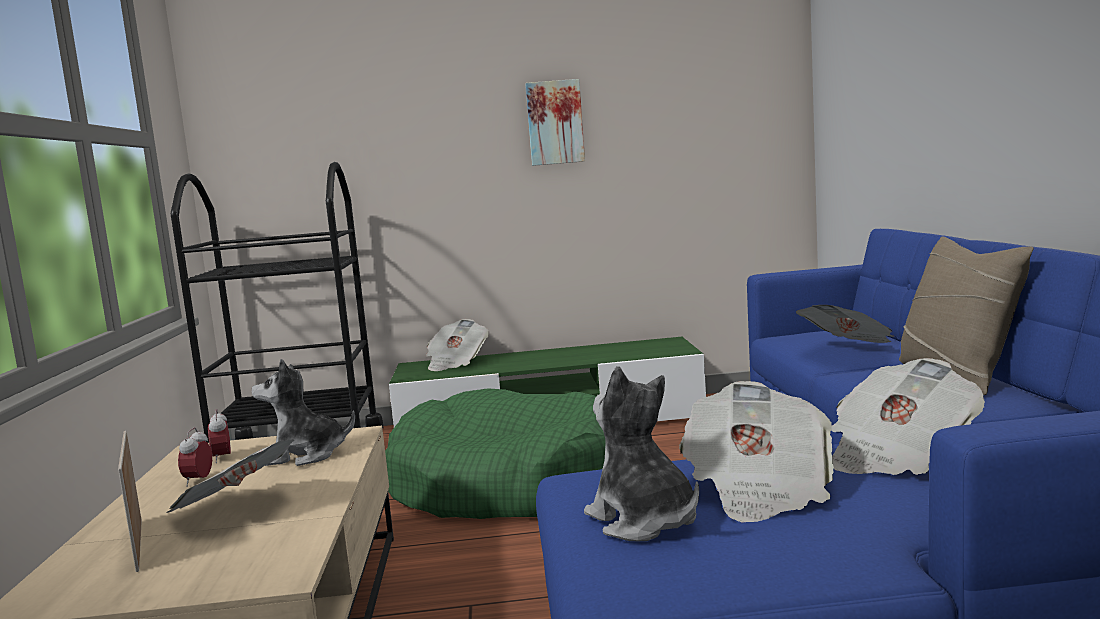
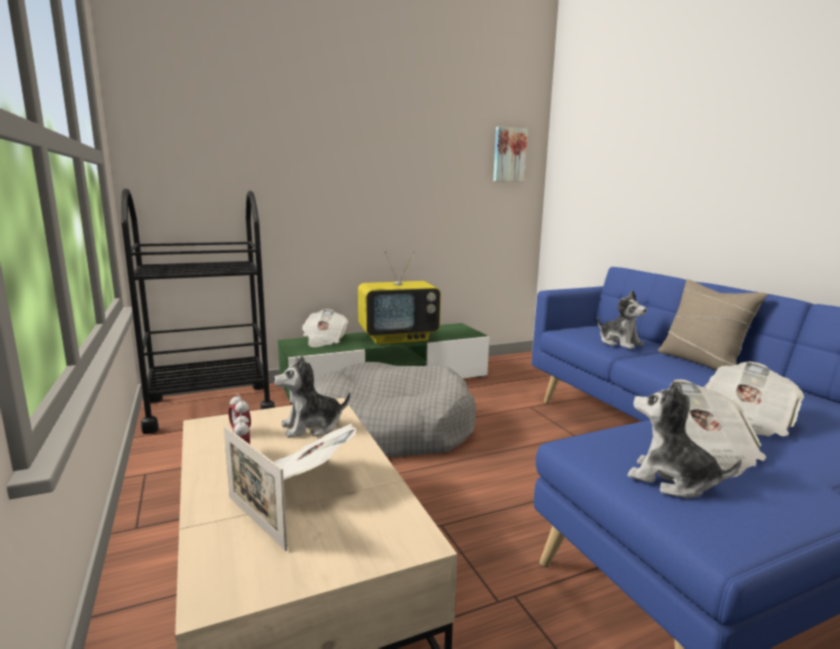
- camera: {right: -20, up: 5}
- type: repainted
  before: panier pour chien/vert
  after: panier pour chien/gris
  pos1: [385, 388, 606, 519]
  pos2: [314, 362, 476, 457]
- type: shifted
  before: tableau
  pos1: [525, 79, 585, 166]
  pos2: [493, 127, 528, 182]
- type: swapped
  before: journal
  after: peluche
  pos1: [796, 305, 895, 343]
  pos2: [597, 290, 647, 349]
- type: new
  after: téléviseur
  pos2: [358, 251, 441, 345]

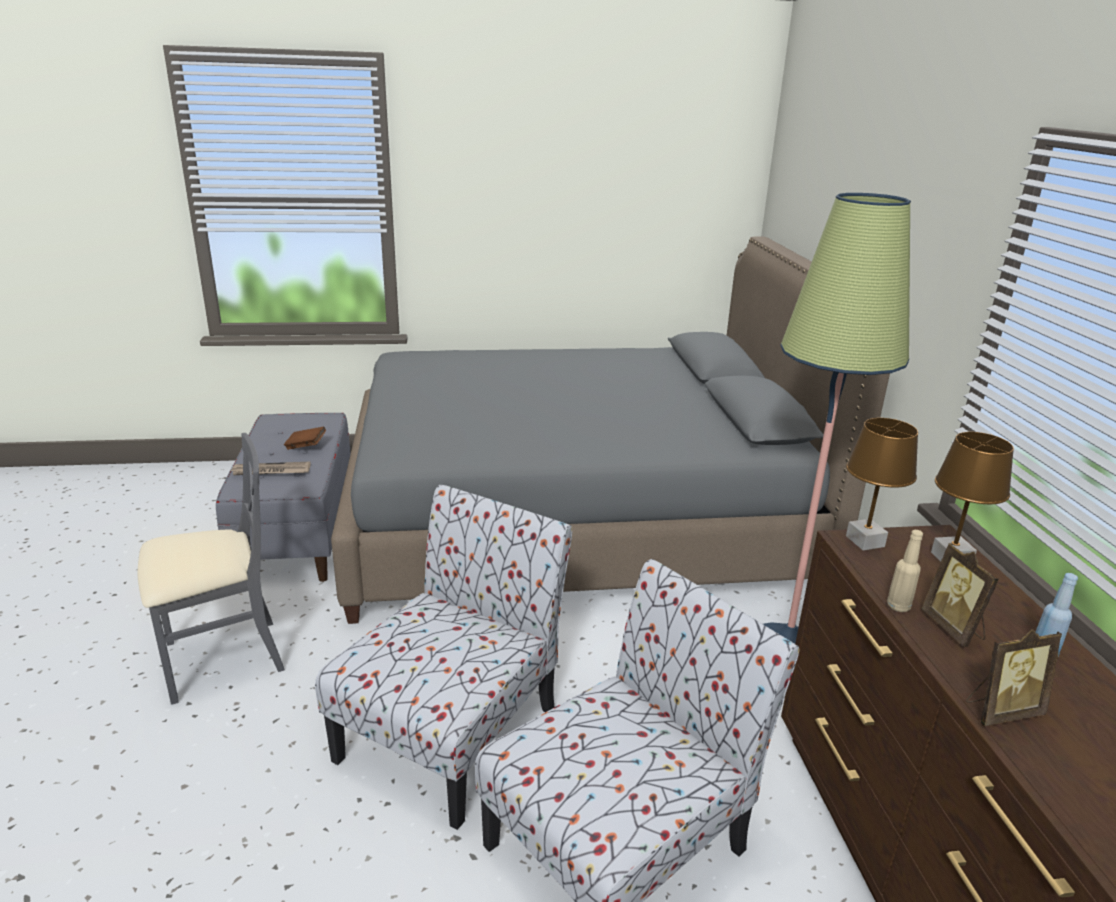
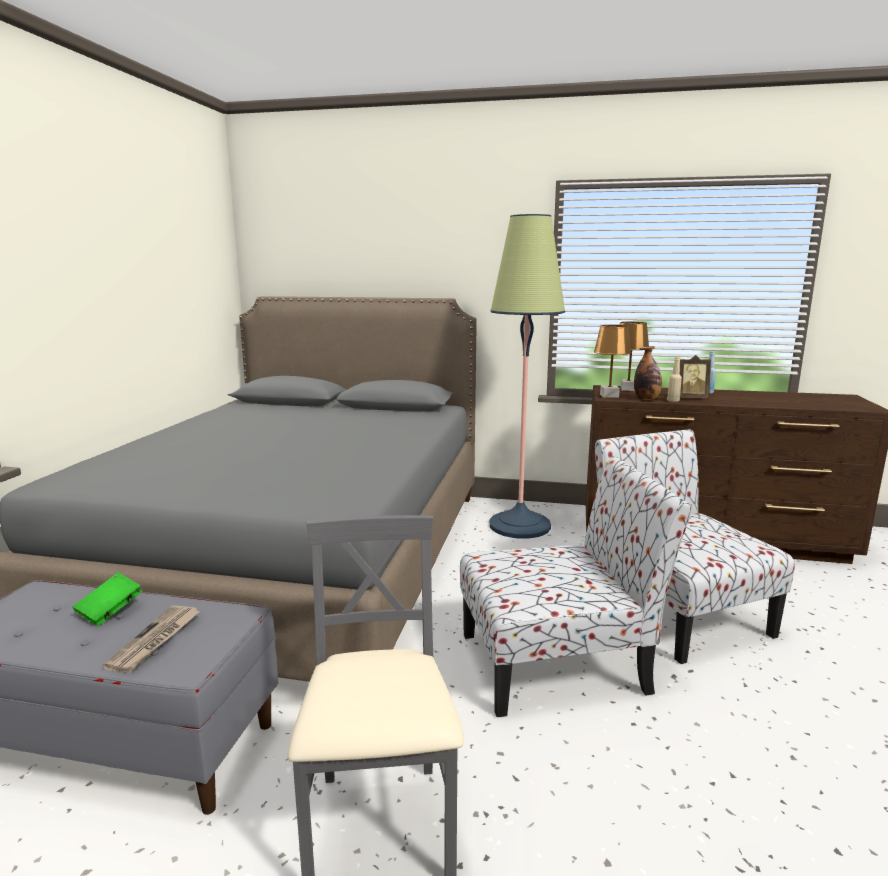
- camera: {right: -70, up: -10}
- type: repainted
  before: livre/marron
  after: livre/vert
  pos1: [284, 426, 326, 450]
  pos2: [73, 573, 142, 626]
- type: rotated
  before: chaise
  pos1: [315, 484, 572, 830]
  pos2: [460, 457, 692, 717]
  turn: 120
- type: gone
  before: cadre photo
  pos1: [966, 629, 1062, 726]
- type: new
  after: bouteille
  pos2: [634, 346, 662, 400]

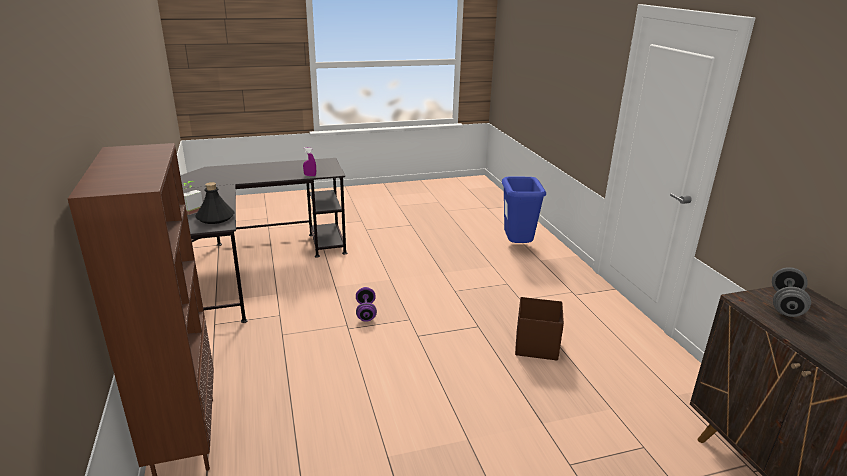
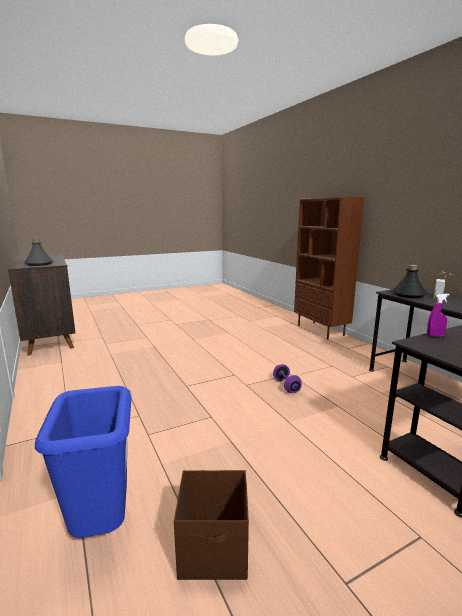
- camera: {right: 170, up: -10}
- type: shifted
  before: boîte de rangement/marron
  pos1: [515, 297, 564, 360]
  pos2: [174, 470, 249, 580]
- type: swapped
  before: haltère/gris
  after: bouteille/gris
  pos1: [772, 267, 811, 317]
  pos2: [24, 239, 53, 266]

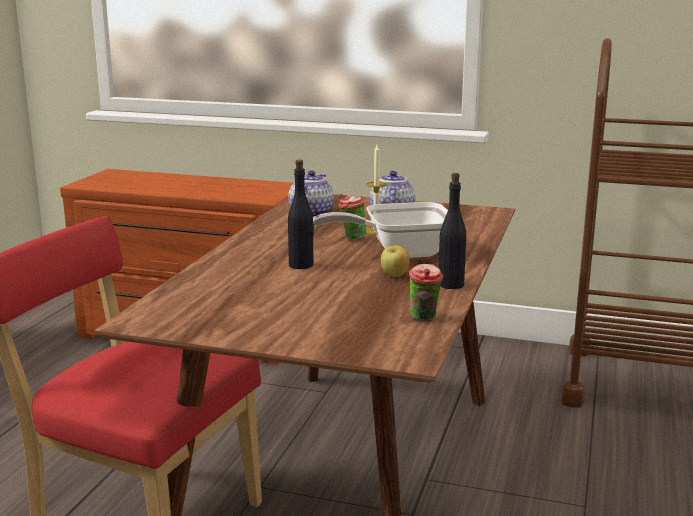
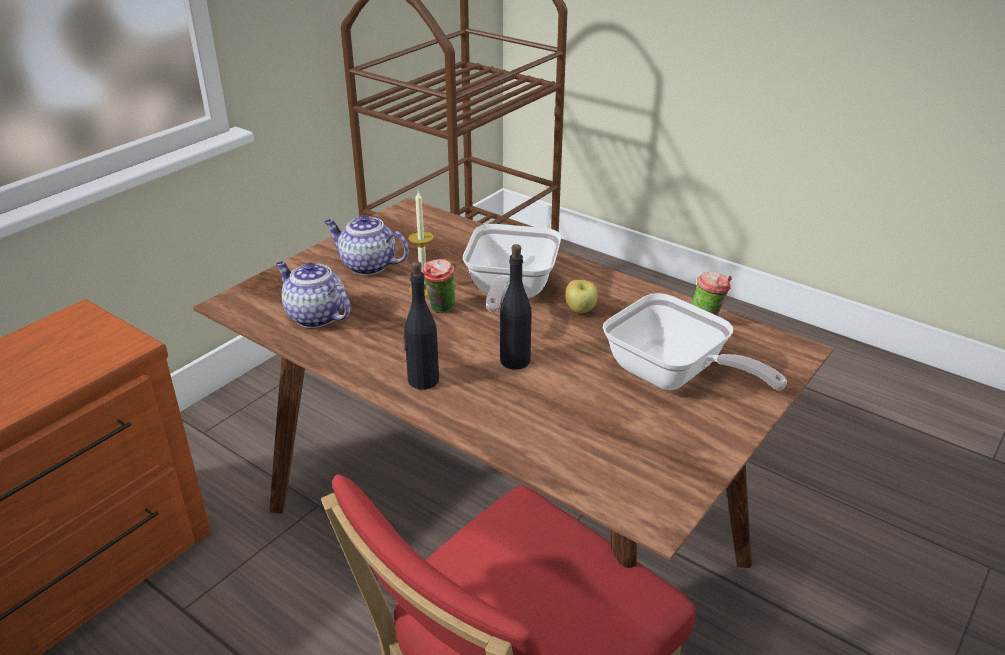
- camera: {right: -70, up: 15}
- type: shifted
  before: bouteille/noir
  pos1: [438, 173, 466, 289]
  pos2: [403, 262, 439, 390]
- type: new
  after: poêle
  pos2: [603, 293, 787, 391]

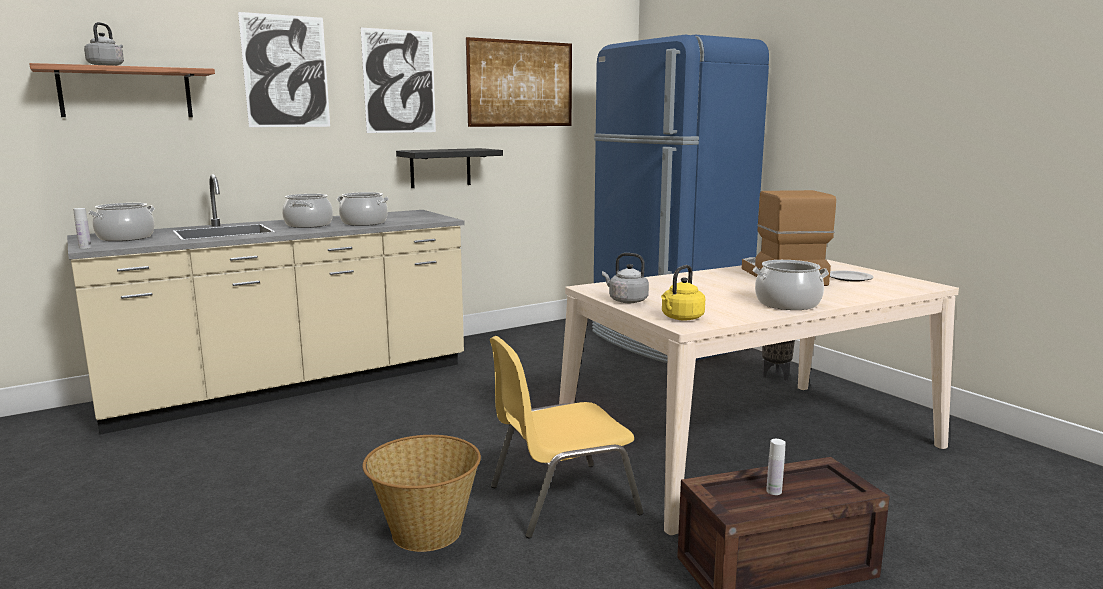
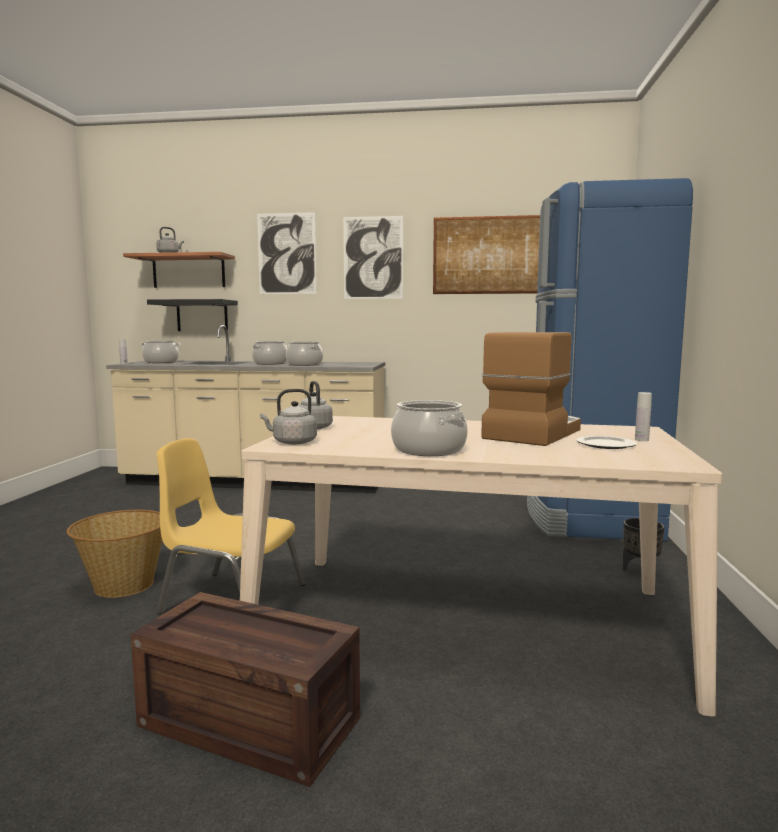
- camera: {right: 40, up: -5}
- type: shifted
  before: étagère/noir
  pos1: [396, 148, 503, 188]
  pos2: [147, 299, 238, 331]
- type: repainted
  before: bouilloire/jaune
  after: bouilloire/gris
  pos1: [661, 265, 705, 321]
  pos2: [260, 389, 317, 445]
- type: shifted
  before: bouteille/blanc
  pos1: [766, 439, 786, 495]
  pos2: [635, 392, 652, 441]

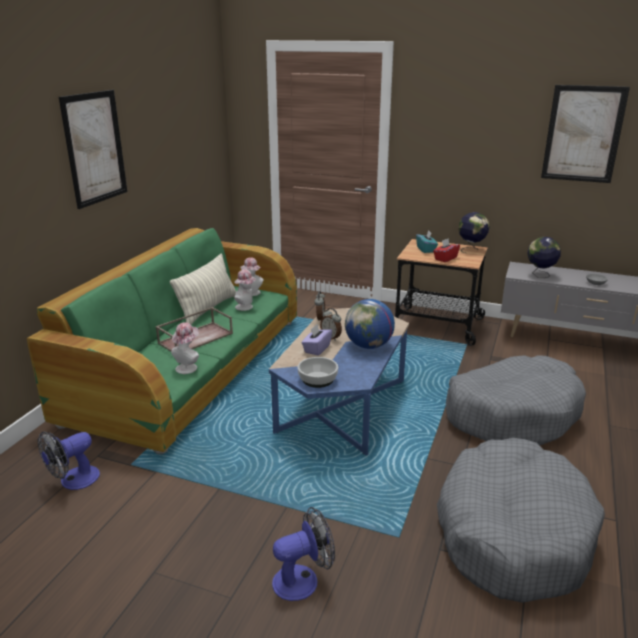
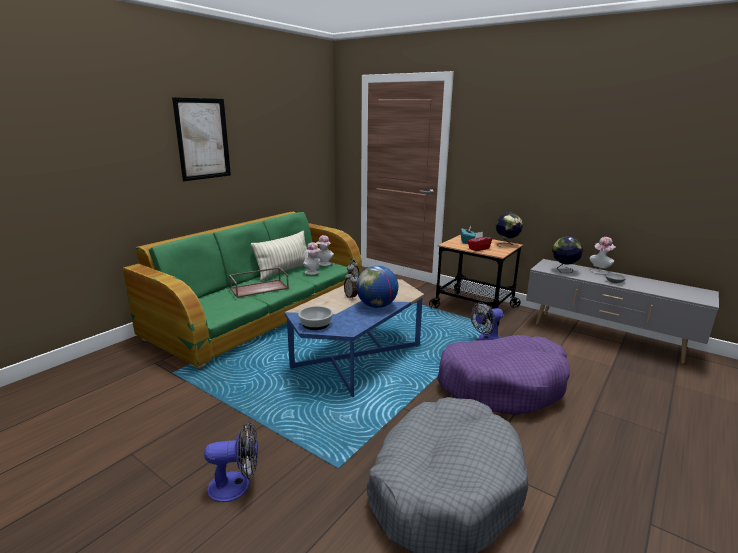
- camera: {right: 15, up: -5}
- type: shifted
  before: ventilateur
  pos1: [38, 432, 100, 490]
  pos2: [470, 302, 503, 340]
- type: shifted
  before: chapeau
  pos1: [171, 322, 199, 374]
  pos2: [590, 237, 615, 275]
- type: gone
  before: boîte à mouchoirs/violet
  pos1: [302, 324, 332, 356]
- type: repainted
  before: panier pour chien/gris
  after: panier pour chien/violet
  pos1: [446, 355, 586, 445]
  pos2: [437, 335, 570, 415]
- type: gone
  before: tableau
  pos1: [541, 85, 630, 183]

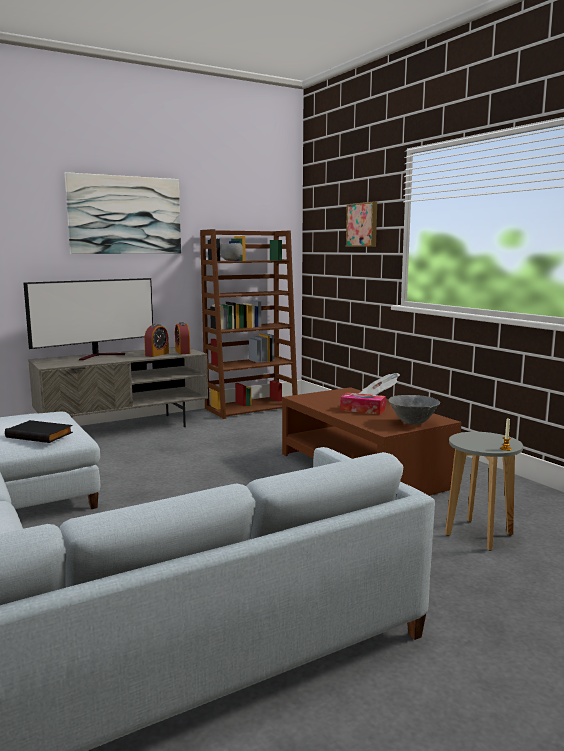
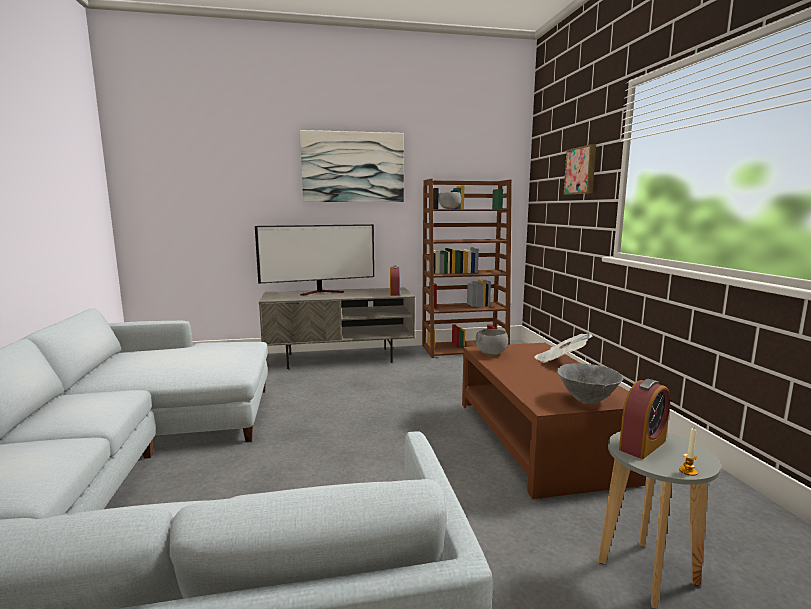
- camera: {right: 20, up: 0}
- type: gone
  before: livre/noir
  pos1: [5, 420, 73, 443]
- type: shifted
  before: réveil
  pos1: [144, 324, 169, 357]
  pos2: [619, 379, 670, 459]
- type: gone
  before: boîte à mouchoirs
  pos1: [340, 393, 386, 415]
- type: new
  after: bol/gris
  pos2: [476, 329, 508, 355]

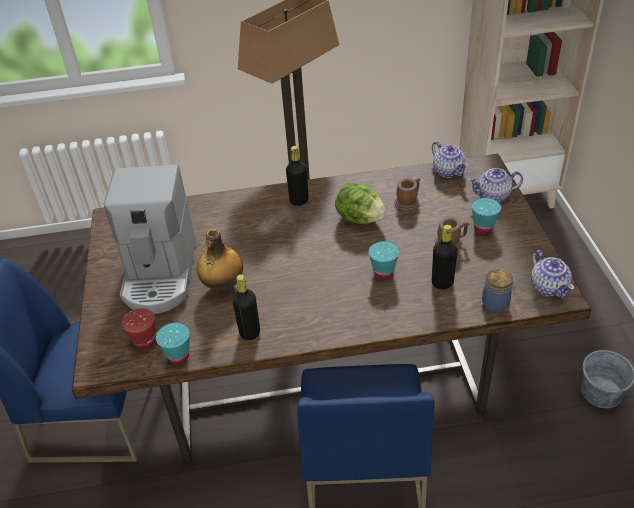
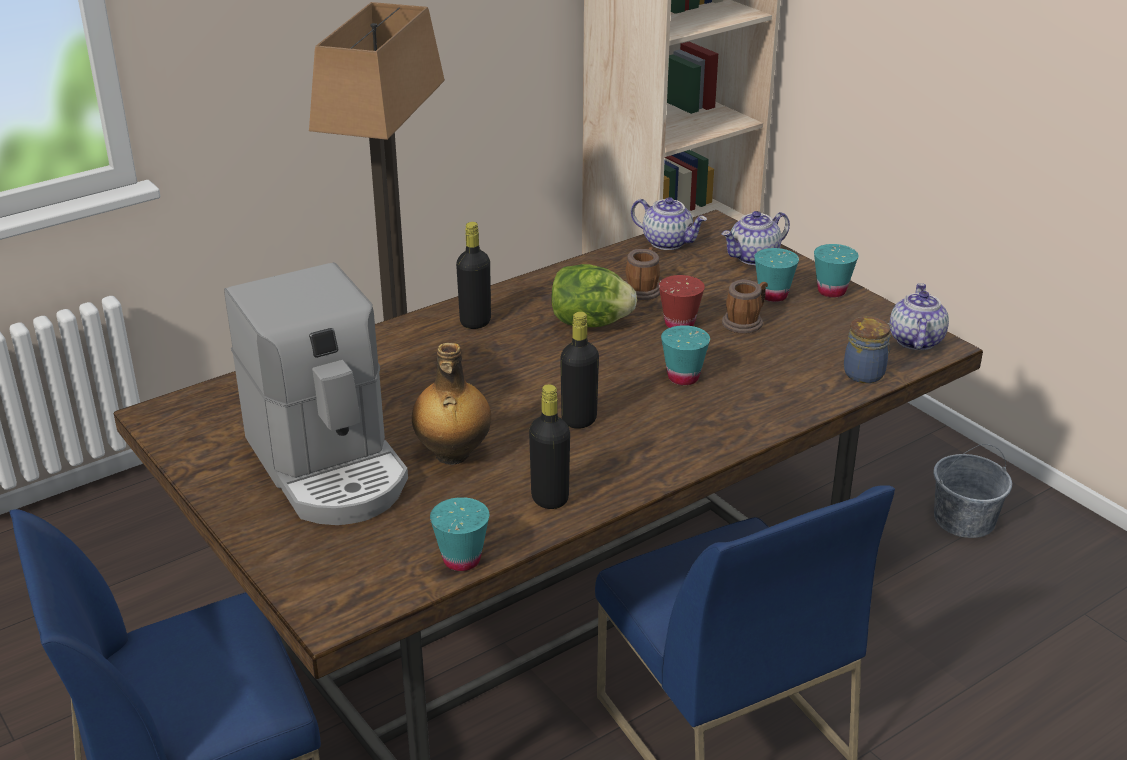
- camera: {right: -30, up: -10}
- type: shifted
  before: tasse/rouge
  pos1: [122, 308, 155, 349]
  pos2: [659, 275, 705, 328]
- type: shifted
  before: bouteille/noir
  pos1: [432, 225, 458, 289]
  pos2: [560, 312, 599, 429]
- type: rotated
  before: théière
  pos1: [531, 250, 574, 298]
  pos2: [890, 283, 949, 350]
  turn: -120
- type: new
  after: tasse/turquoise
  pos2: [814, 244, 859, 298]

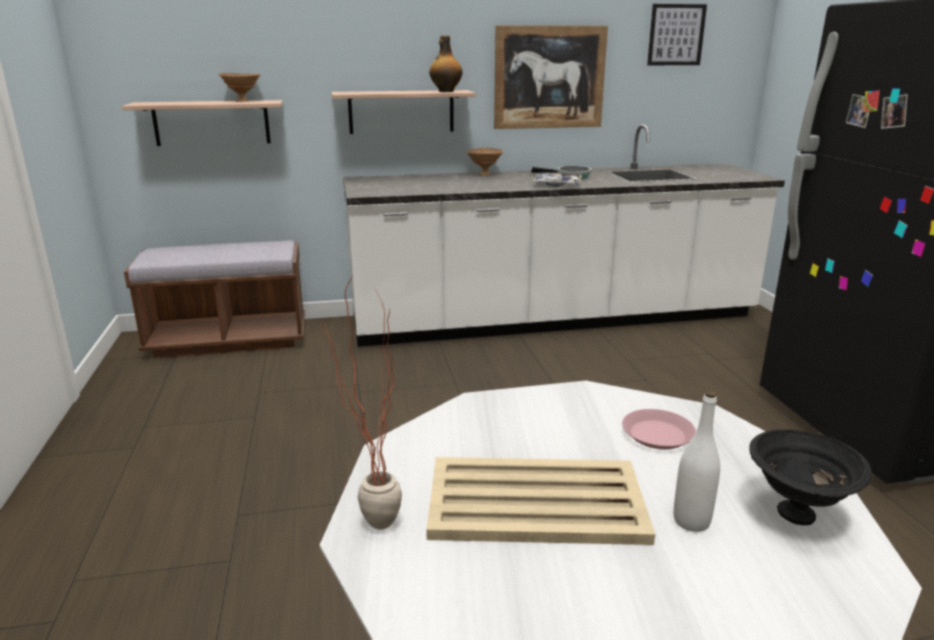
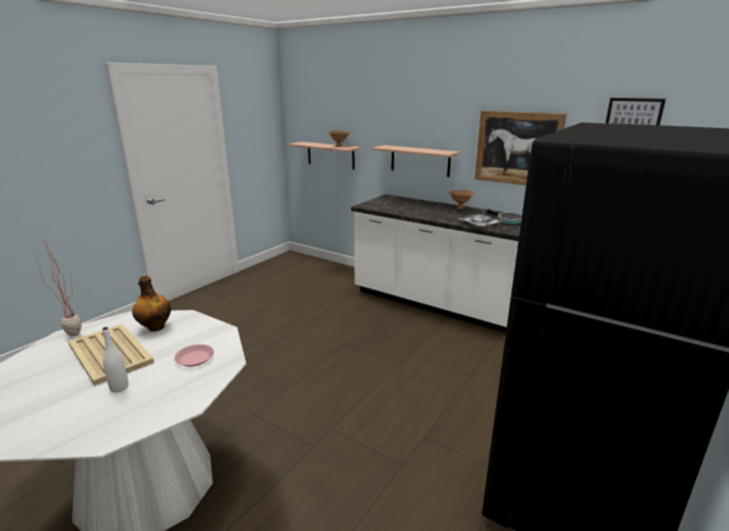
- camera: {right: 45, up: 0}
- type: gone
  before: banc/marron
  pos1: [124, 241, 305, 358]
- type: shifted
  before: bouteille
  pos1: [429, 36, 463, 92]
  pos2: [132, 275, 171, 331]
- type: gone
  before: bol/noir
  pos1: [749, 429, 872, 525]

